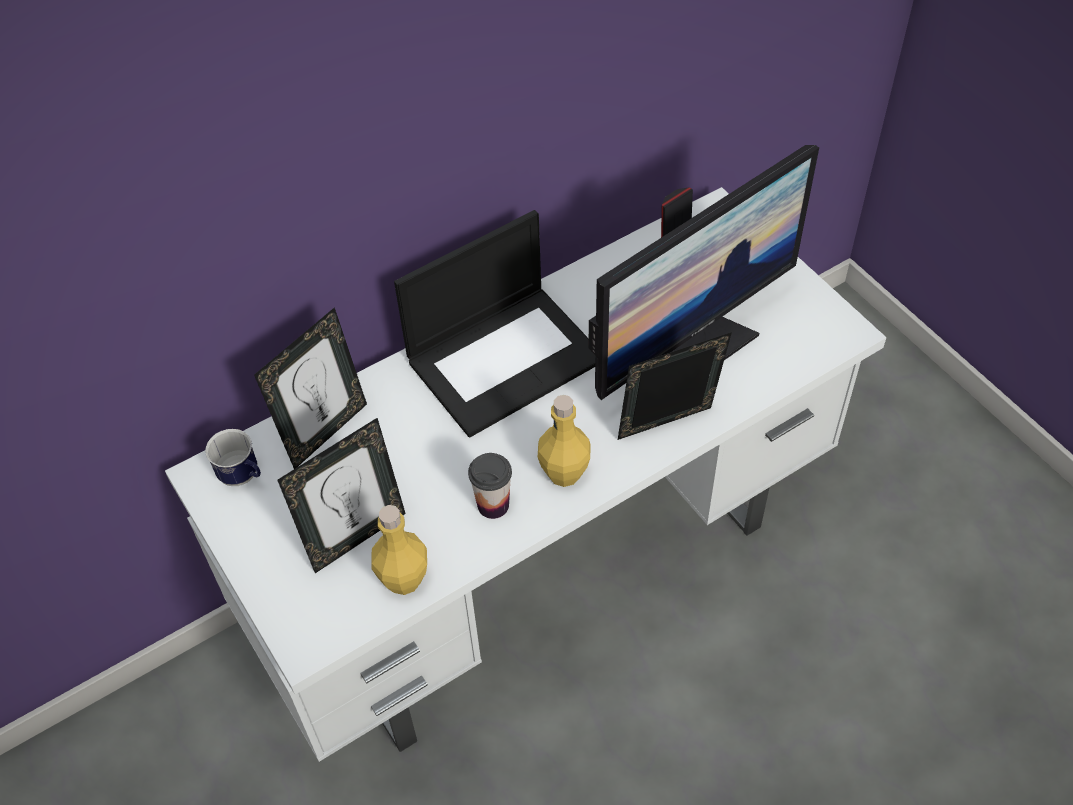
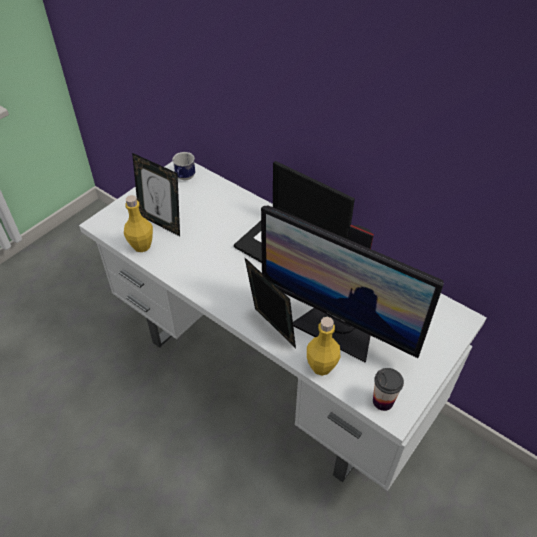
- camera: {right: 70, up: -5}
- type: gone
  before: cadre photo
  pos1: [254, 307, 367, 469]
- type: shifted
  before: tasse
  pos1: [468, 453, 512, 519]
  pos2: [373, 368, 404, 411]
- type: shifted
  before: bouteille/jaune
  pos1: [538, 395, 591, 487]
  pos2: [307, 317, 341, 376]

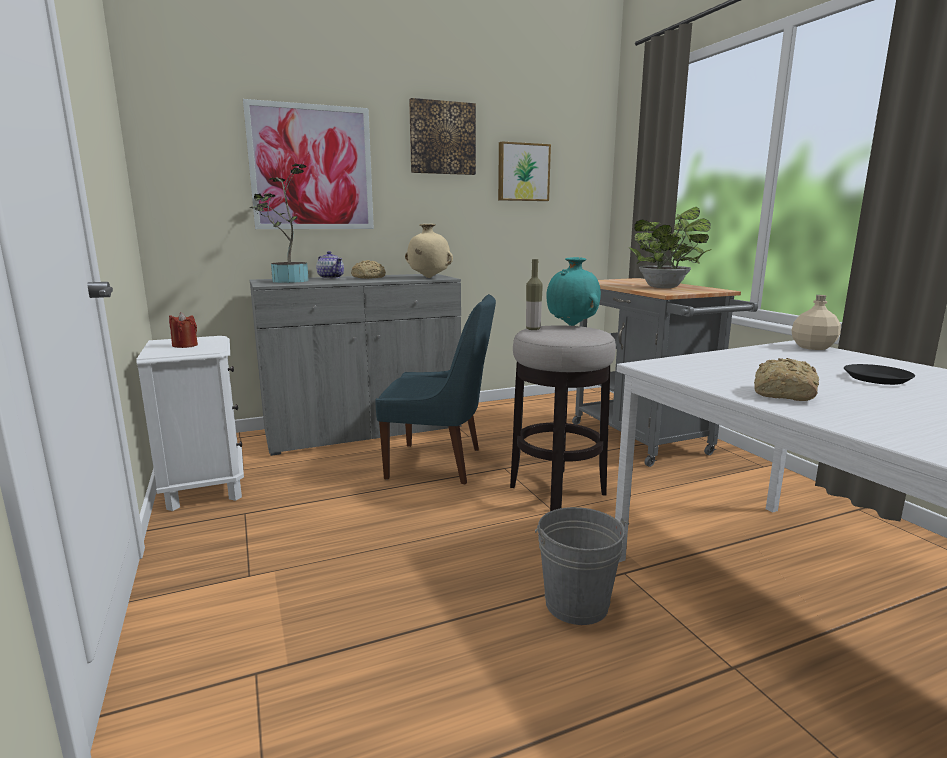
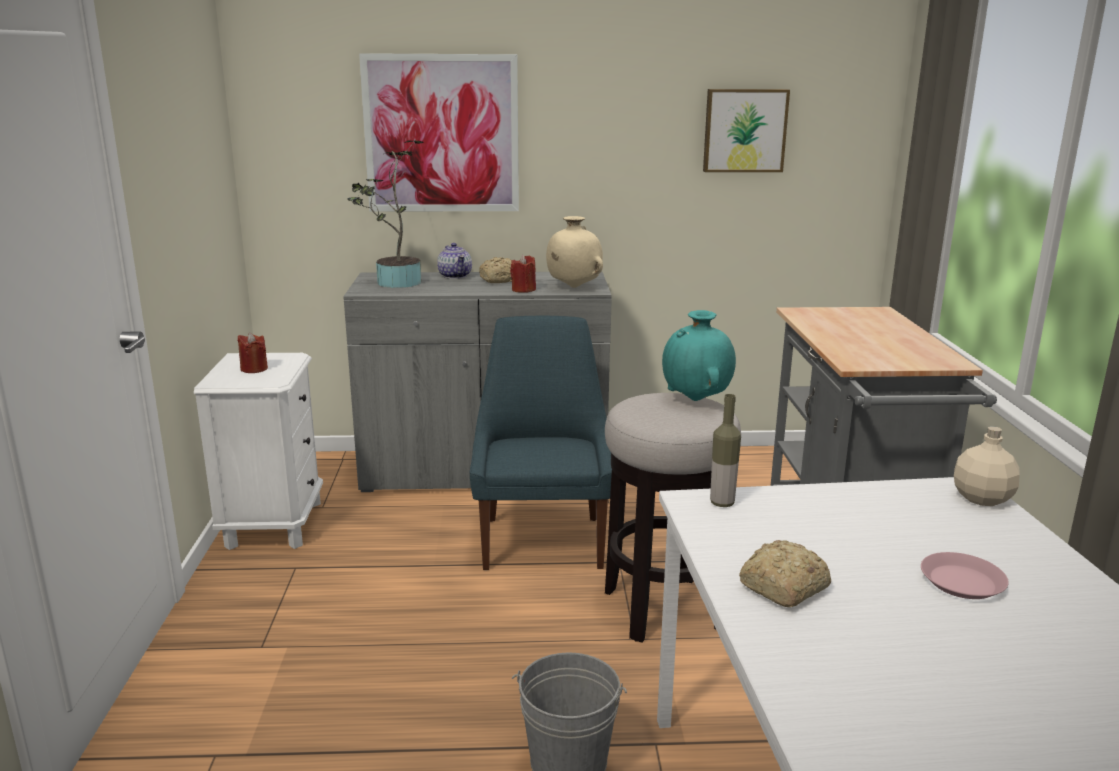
- camera: {right: 20, up: 5}
- type: rotated
  before: chaise/bleu
  pos1: [375, 294, 496, 484]
  pos2: [469, 316, 612, 570]
  turn: -120
- type: gone
  before: tableau
  pos1: [409, 98, 476, 175]
- type: shifted
  before: bouteille
  pos1: [526, 259, 543, 330]
  pos2: [710, 394, 741, 507]
- type: gone
  before: plante en pot
  pos1: [629, 207, 712, 288]
- type: repainted
  before: assiette/noir
  after: assiette/rose
  pos1: [844, 364, 915, 385]
  pos2: [921, 552, 1009, 599]
- type: new
  after: bougie/rouge
  pos2: [510, 255, 536, 293]

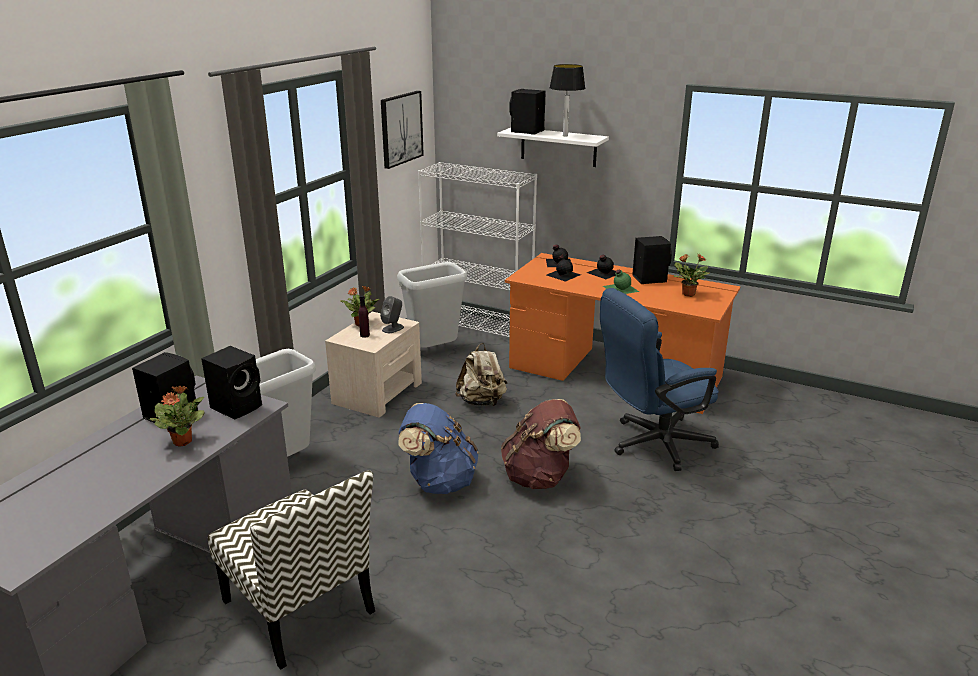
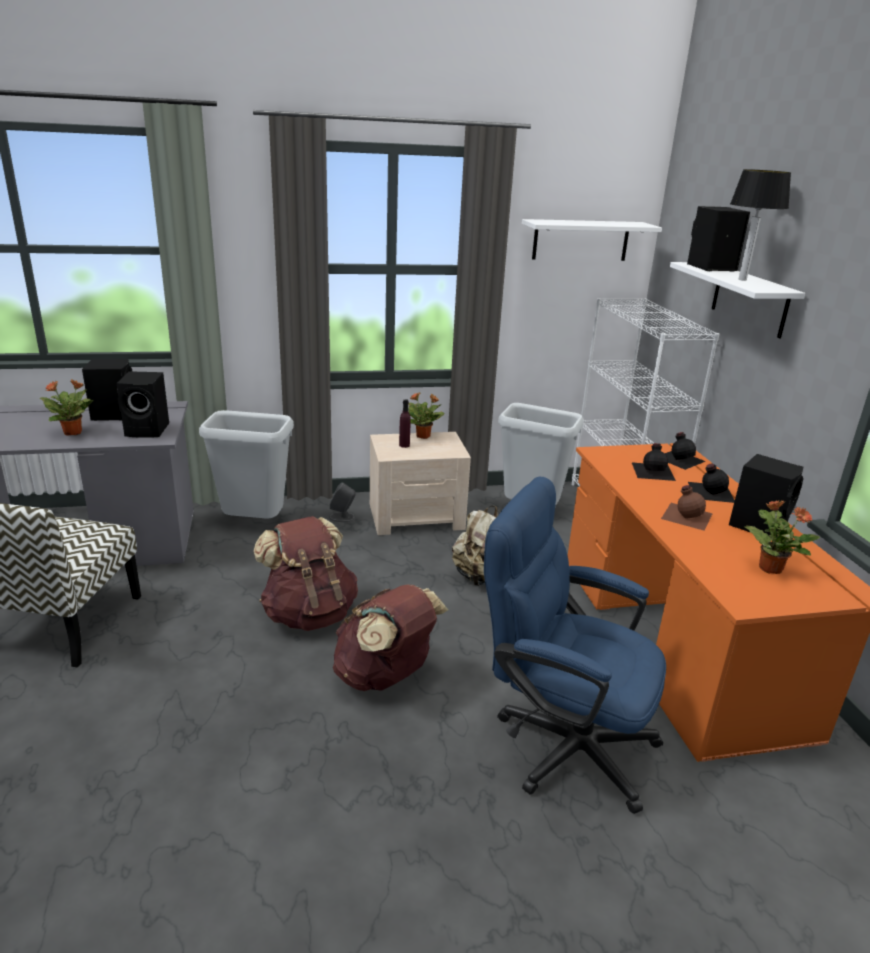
- camera: {right: 50, up: 0}
- type: shifted
  before: enceinte/gris
  pos1: [380, 296, 404, 333]
  pos2: [329, 482, 356, 522]
- type: swapped
  before: tableau
  after: étagère/blanc
  pos1: [381, 91, 424, 169]
  pos2: [522, 219, 662, 261]
- type: repainted
  before: sac à dos/bleu
  after: sac à dos/marron
  pos1: [398, 403, 479, 494]
  pos2: [253, 516, 358, 631]
- type: repainted
  before: bouteille/vert
  after: bouteille/marron
  pos1: [603, 270, 639, 294]
  pos2: [661, 485, 713, 531]

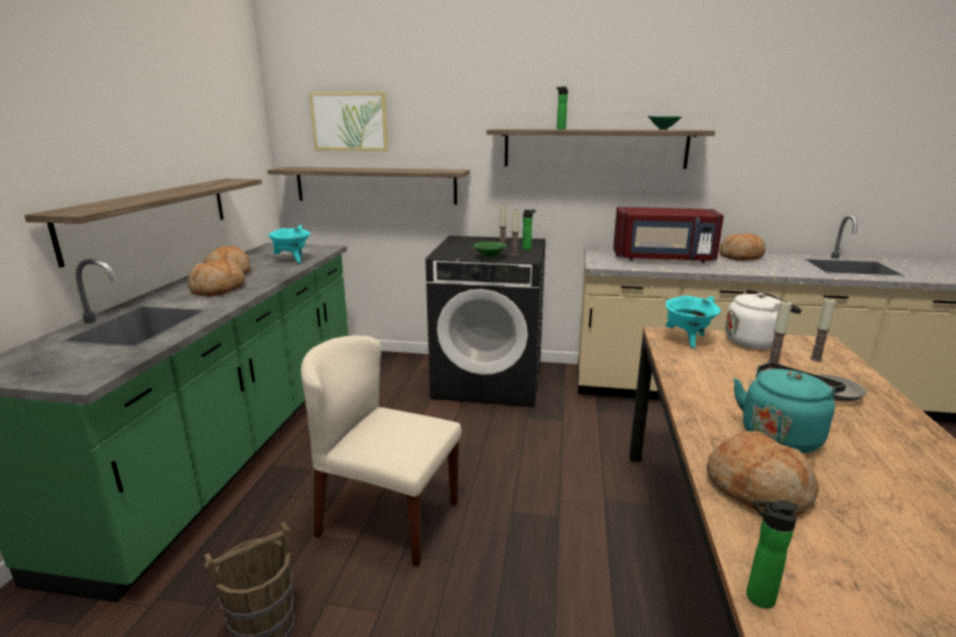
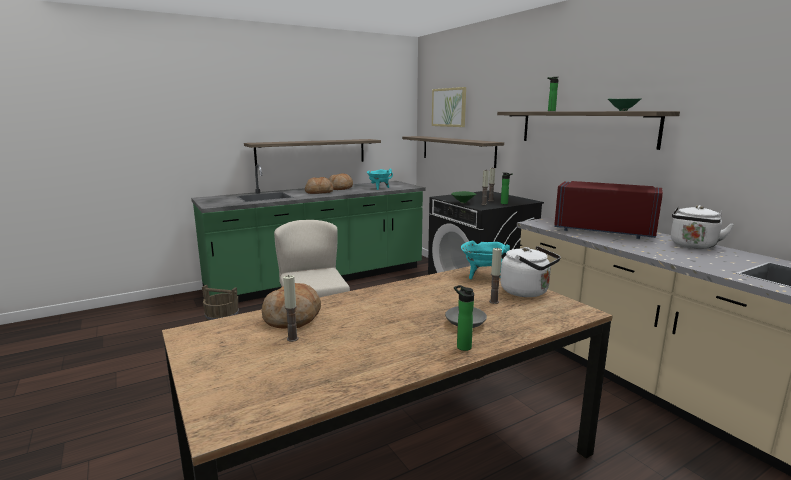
- camera: {right: 50, up: -5}
- type: rotated
  before: micro-ondes/rouge
  pos1: [613, 207, 724, 263]
  pos2: [554, 181, 663, 239]
  turn: 150
- type: swapped
  before: pain
  after: bouilloire/blanc
  pos1: [719, 233, 766, 261]
  pos2: [671, 205, 734, 249]
- type: gone
  before: bouilloire/turquoise
  pos1: [733, 362, 846, 453]
- type: shifted
  before: bouteille
  pos1: [746, 500, 798, 609]
  pos2: [454, 285, 474, 351]
- type: shifted
  before: bougie
  pos1: [810, 298, 836, 362]
  pos2: [283, 275, 299, 342]

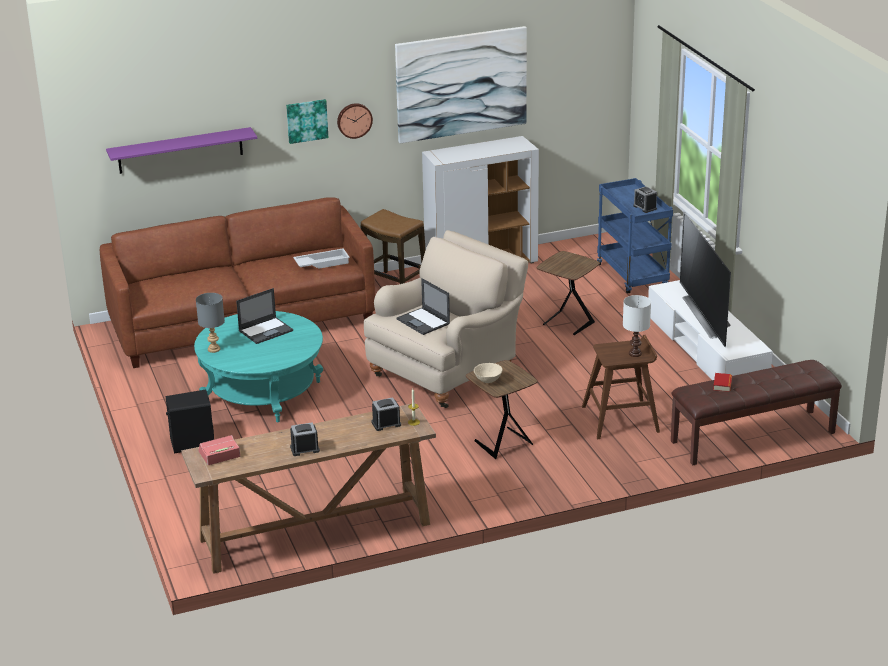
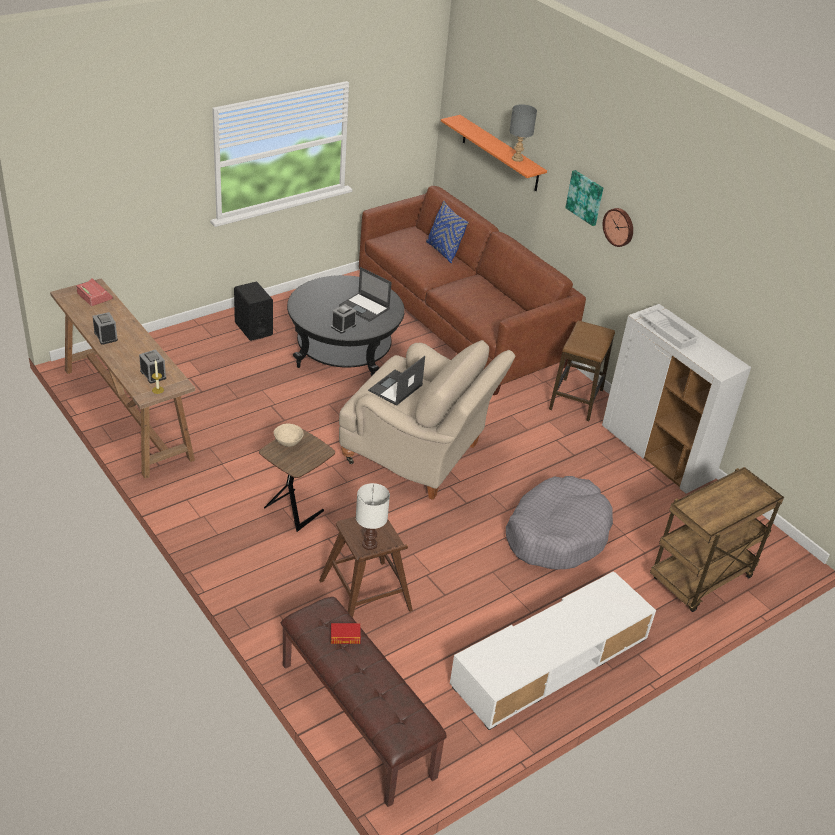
- camera: {right: 70, up: 10}
- type: repainted
  before: étagère/violet
  after: étagère/orange
  pos1: [106, 127, 257, 174]
  pos2: [441, 115, 547, 191]
- type: repainted
  before: table basse/turquoise
  after: table basse/noir
  pos1: [194, 311, 323, 422]
  pos2: [287, 275, 405, 376]
- type: shifted
  before: lampe de table/gris
  pos1: [196, 293, 225, 353]
  pos2: [509, 104, 537, 162]
- type: shifted
  before: plateau/blanc
  pos1: [293, 248, 350, 269]
  pos2: [641, 308, 699, 349]
- type: gone
  before: tableau
  pos1: [395, 26, 527, 143]
- type: swapped
  before: table d'appoint/marron
  after: panier pour chien/gris
  pos1: [537, 251, 600, 335]
  pos2: [506, 476, 613, 569]
- type: repainted
  before: chariot/bleu
  after: chariot/marron
  pos1: [597, 178, 673, 294]
  pos2: [650, 467, 784, 612]
- type: shifted
  before: réveil
  pos1: [633, 186, 657, 213]
  pos2: [331, 304, 356, 334]
- type: gone
  before: téléviseur
  pos1: [680, 212, 731, 347]
- type: new
  after: coussin/bleu
  pos2: [426, 201, 469, 263]

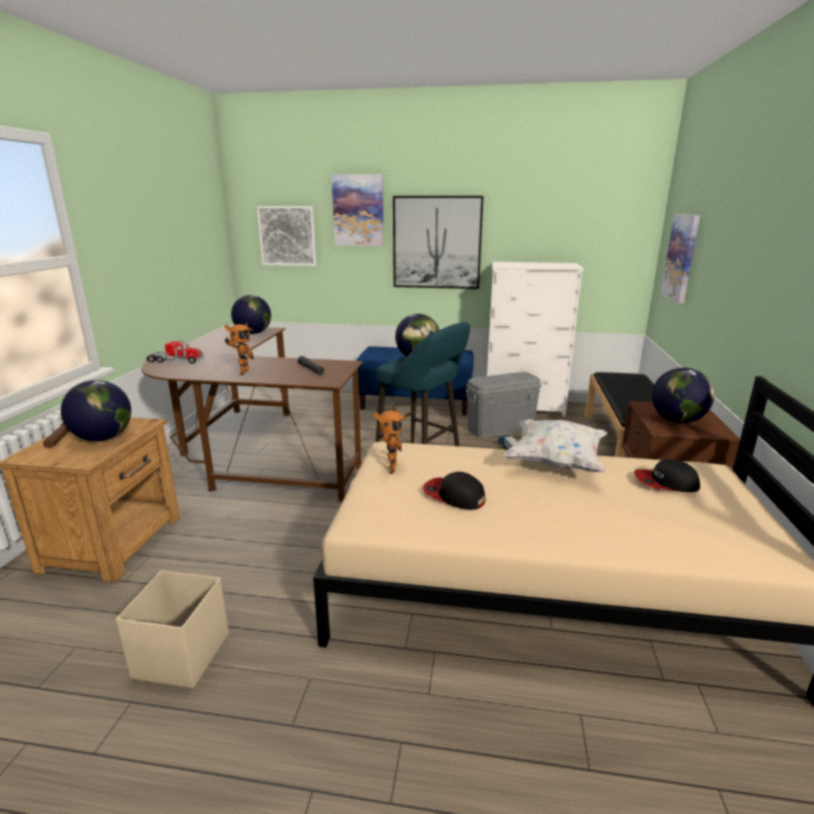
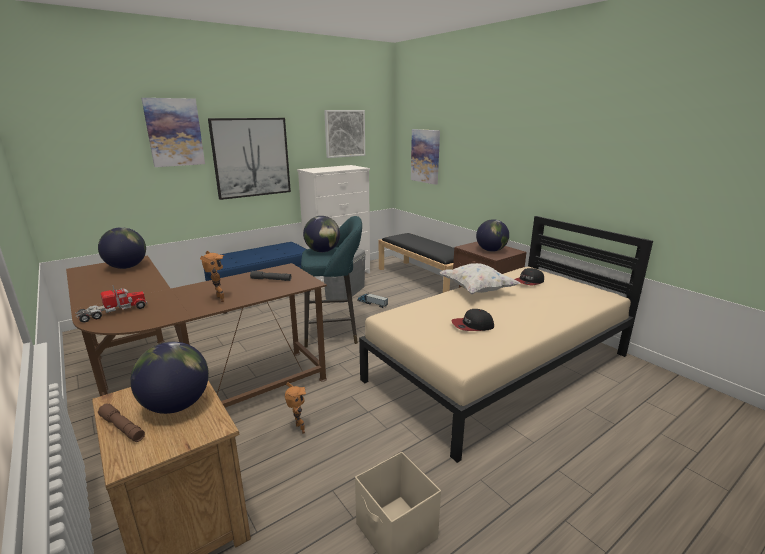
- camera: {right: -45, up: 0}
- type: shifted
  before: tableau
  pos1: [257, 206, 317, 266]
  pos2: [324, 110, 365, 158]
- type: shifted
  before: robot jouet
  pos1: [374, 406, 408, 474]
  pos2: [285, 382, 306, 434]

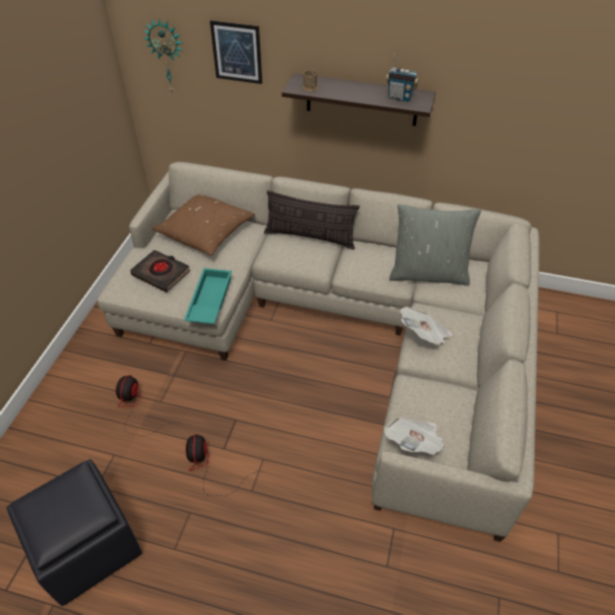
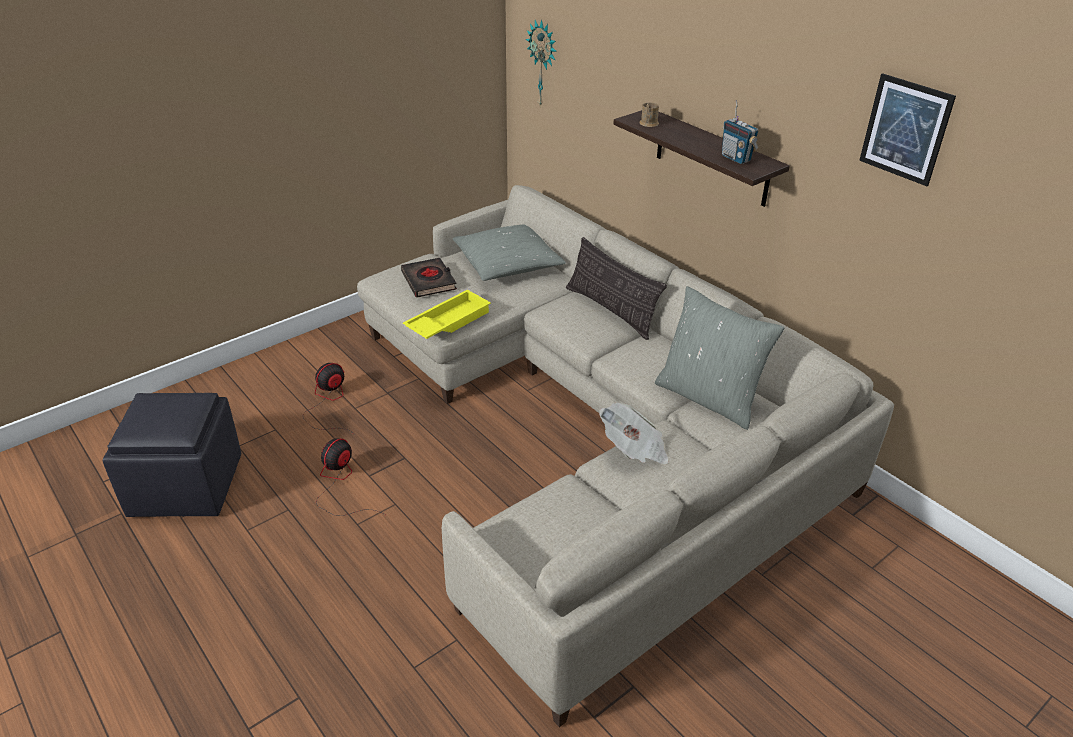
- camera: {right: 35, up: -10}
- type: repainted
  before: coussin/marron
  after: coussin/gris
  pos1: [152, 195, 255, 256]
  pos2: [453, 224, 566, 281]
- type: repainted
  before: plateau/turquoise
  after: plateau/jaune
  pos1: [184, 268, 232, 324]
  pos2: [403, 290, 491, 339]
- type: shifted
  before: tableau
  pos1: [210, 20, 262, 84]
  pos2: [859, 73, 956, 186]
- type: gone
  before: journal
  pos1: [384, 416, 445, 454]

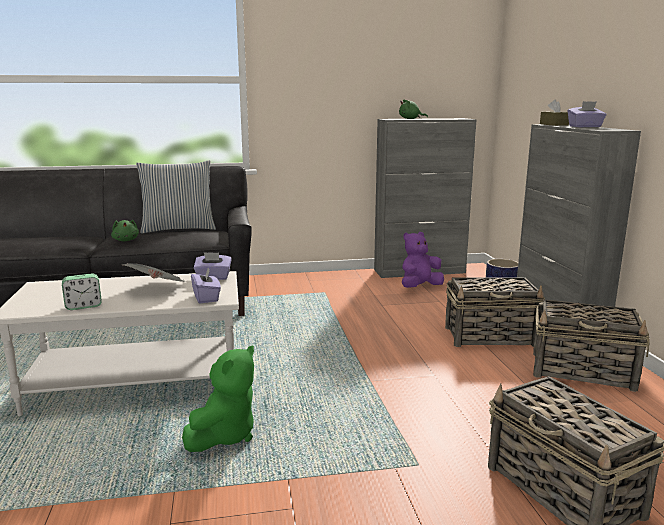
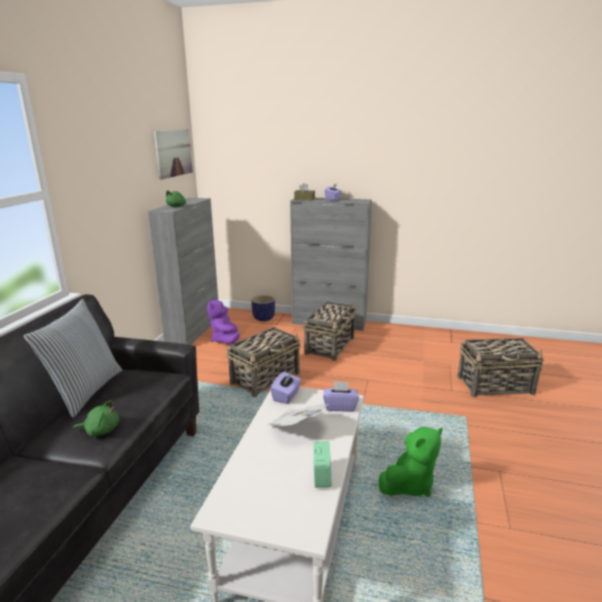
- camera: {right: -65, up: 5}
- type: rotated
  before: peluche/vert
  pos1: [182, 346, 254, 452]
  pos2: [379, 427, 443, 497]
  turn: 90
- type: shifted
  before: panier
  pos1: [533, 299, 650, 392]
  pos2: [227, 327, 300, 397]
- type: new
  after: tableau
  pos2: [154, 129, 193, 180]

